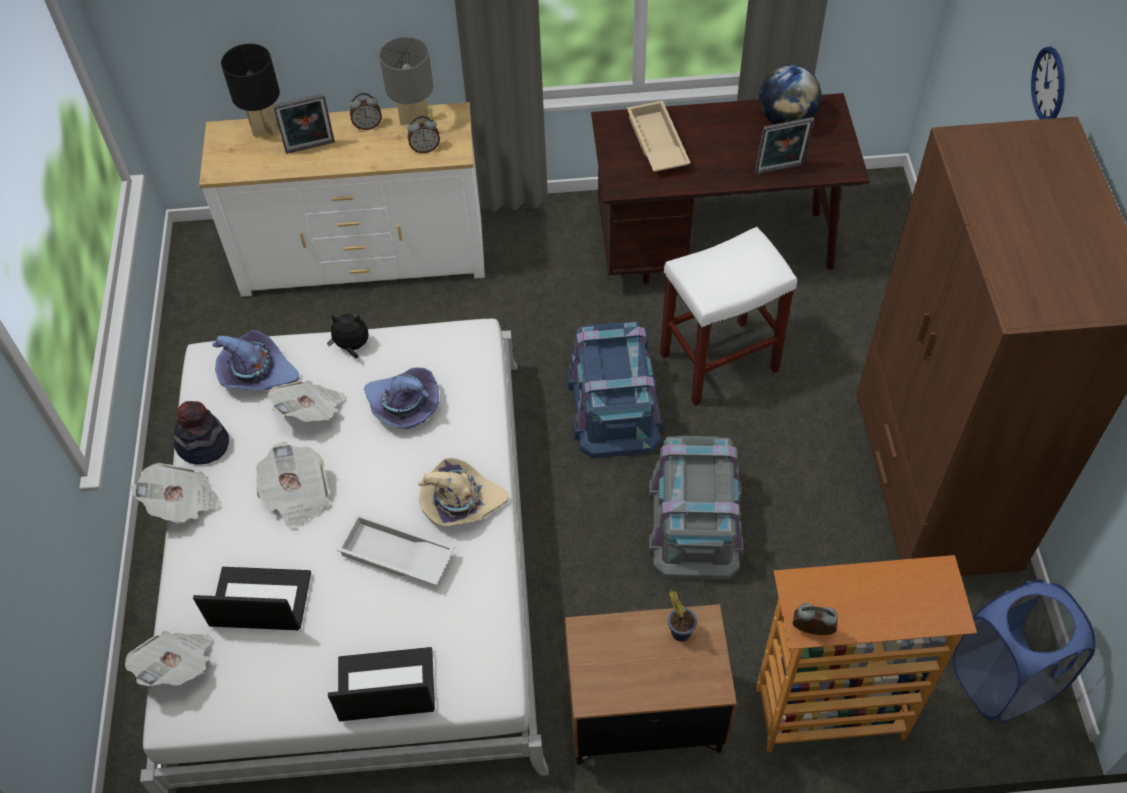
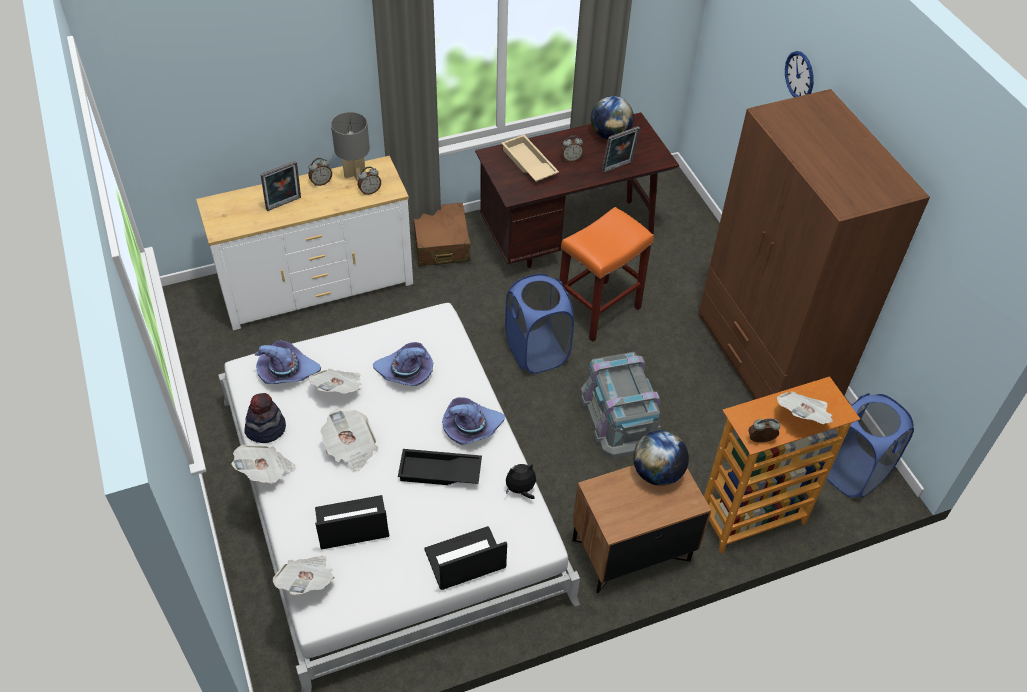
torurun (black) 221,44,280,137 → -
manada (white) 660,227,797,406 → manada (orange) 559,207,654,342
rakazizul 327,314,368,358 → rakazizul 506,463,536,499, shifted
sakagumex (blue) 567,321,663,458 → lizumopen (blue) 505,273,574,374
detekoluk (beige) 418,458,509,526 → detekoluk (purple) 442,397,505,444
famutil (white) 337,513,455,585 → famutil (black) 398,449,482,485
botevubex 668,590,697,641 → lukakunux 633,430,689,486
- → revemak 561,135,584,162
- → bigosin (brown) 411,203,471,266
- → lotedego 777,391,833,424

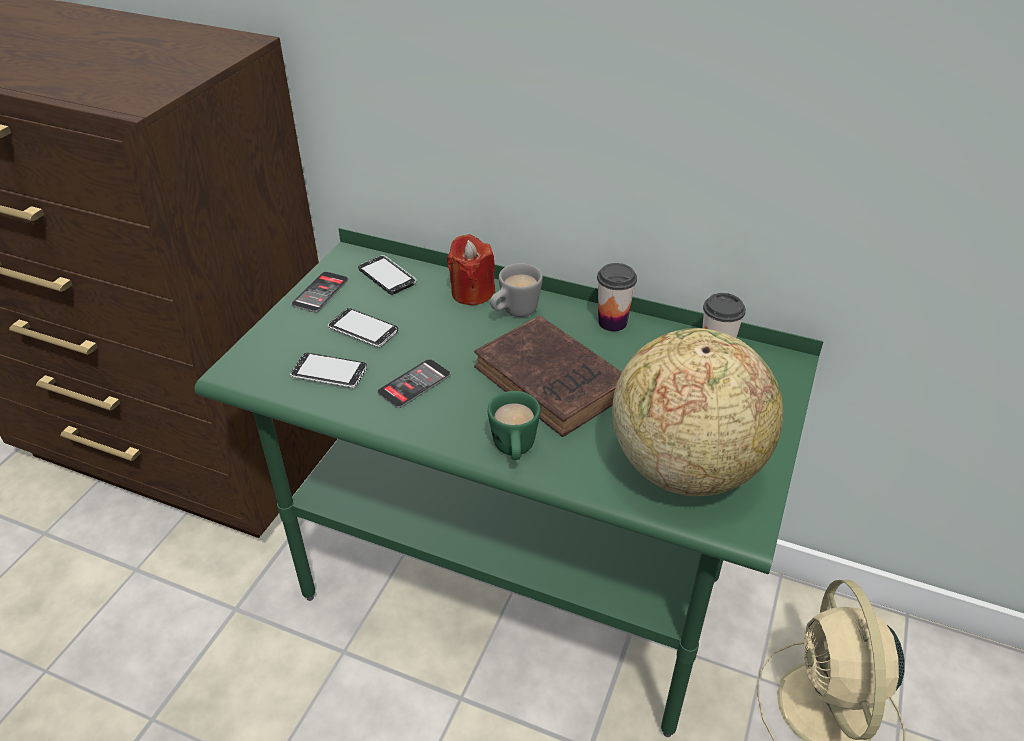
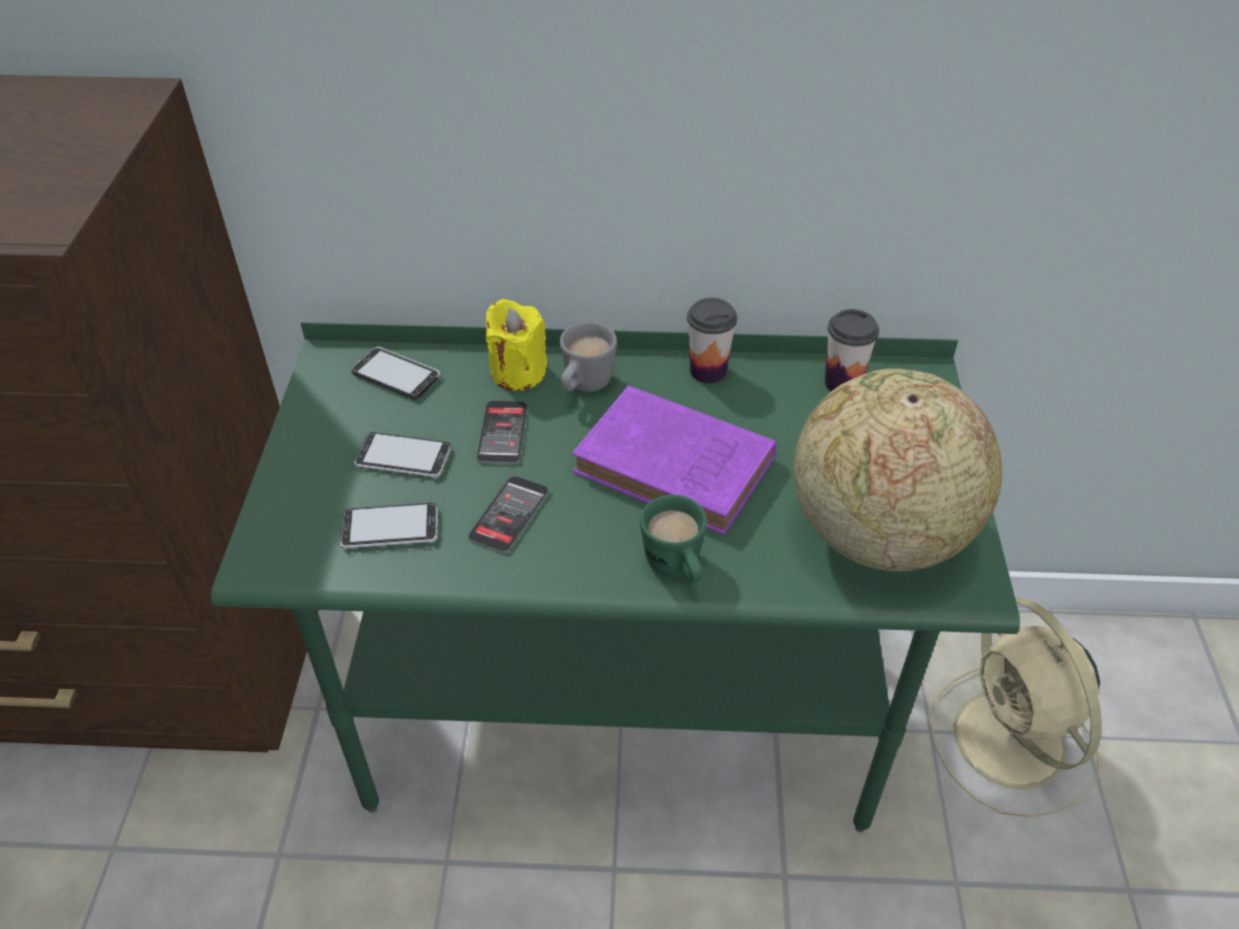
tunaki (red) 447,234,495,305 → tunaki (yellow) 486,299,547,390
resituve 291,272,348,313 → resituve 476,401,528,464, shifted
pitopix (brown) 474,316,622,437 → pitopix (purple) 572,386,777,535

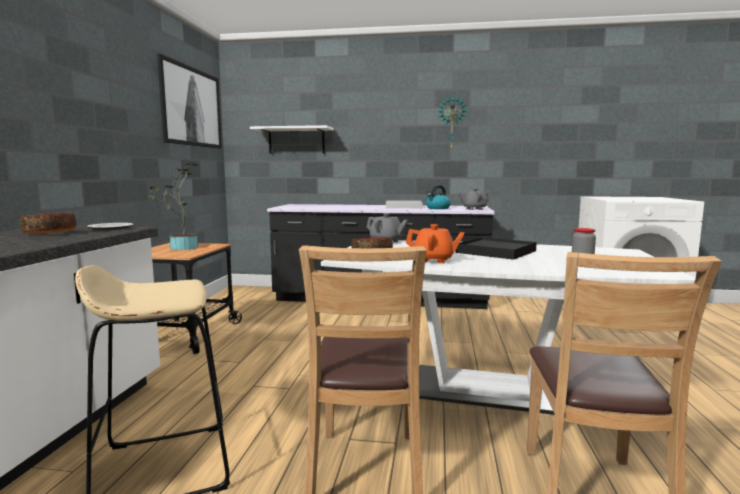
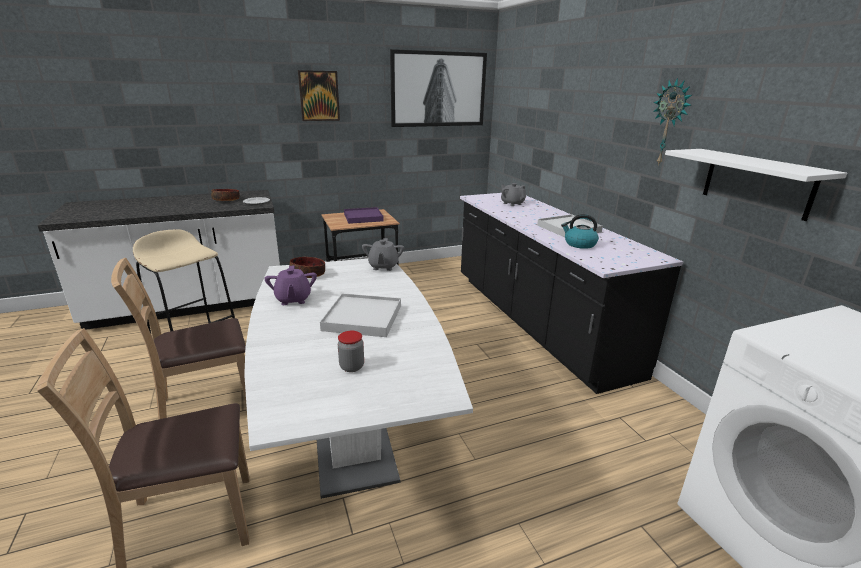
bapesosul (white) 250,125,333,154 → bapesosul (white) 665,149,847,221, shifted
botevubex 148,163,198,250 → famutil (purple) 344,207,384,224
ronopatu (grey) 459,188,491,210 → ronopatu (grey) 501,183,526,206, shifted
ronopatu (orange) 405,224,465,264 → ronopatu (purple) 264,266,317,305
famutil (black) 456,237,537,260 → famutil (white) 320,293,401,337
- → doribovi 298,70,340,121

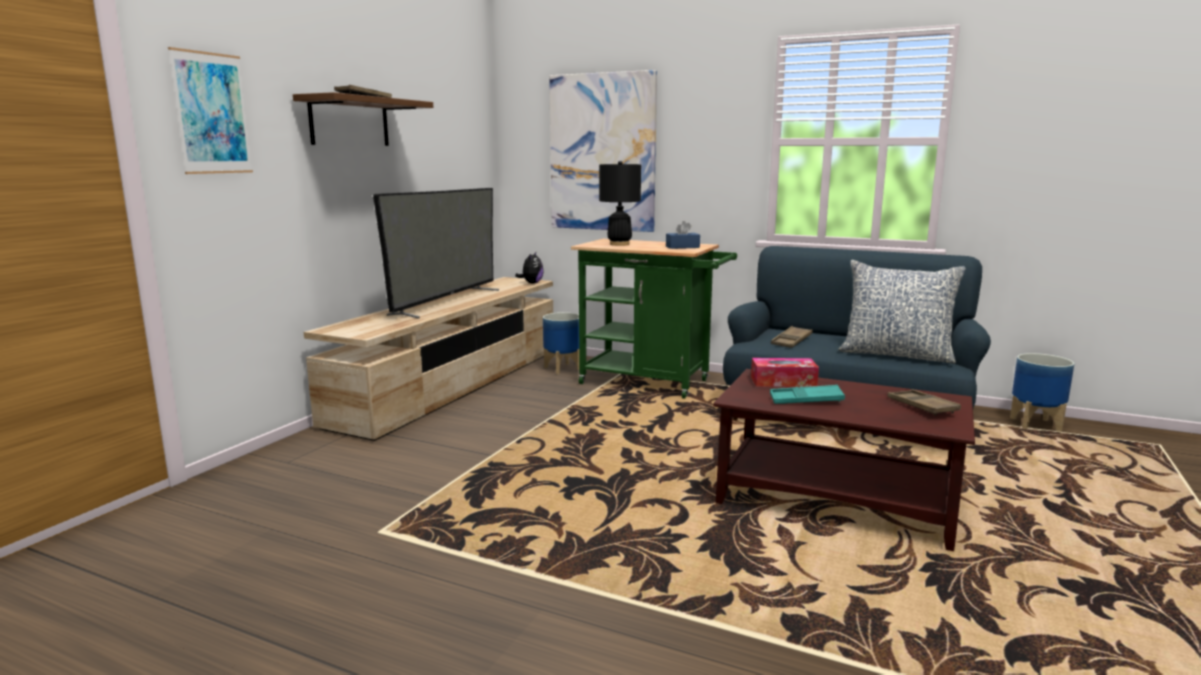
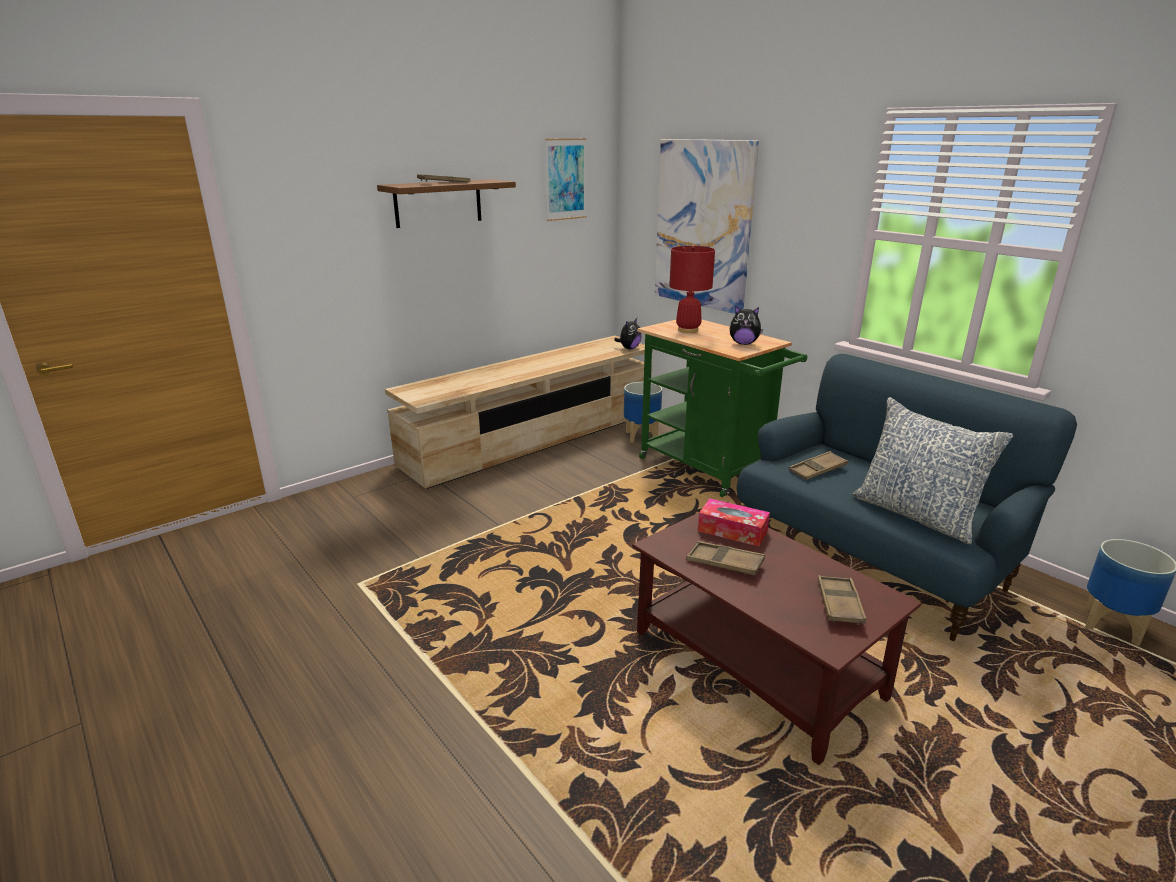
doribovi 168,47,253,174 → doribovi 545,138,586,221, shifted
torurun (black) 599,161,641,246 → torurun (red) 669,245,715,333
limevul 373,188,499,319 → -
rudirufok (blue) 666,221,700,249 → rakazizul 730,306,763,345
famutil (turquoise) 770,385,845,404 → famutil (brown) 686,541,765,575

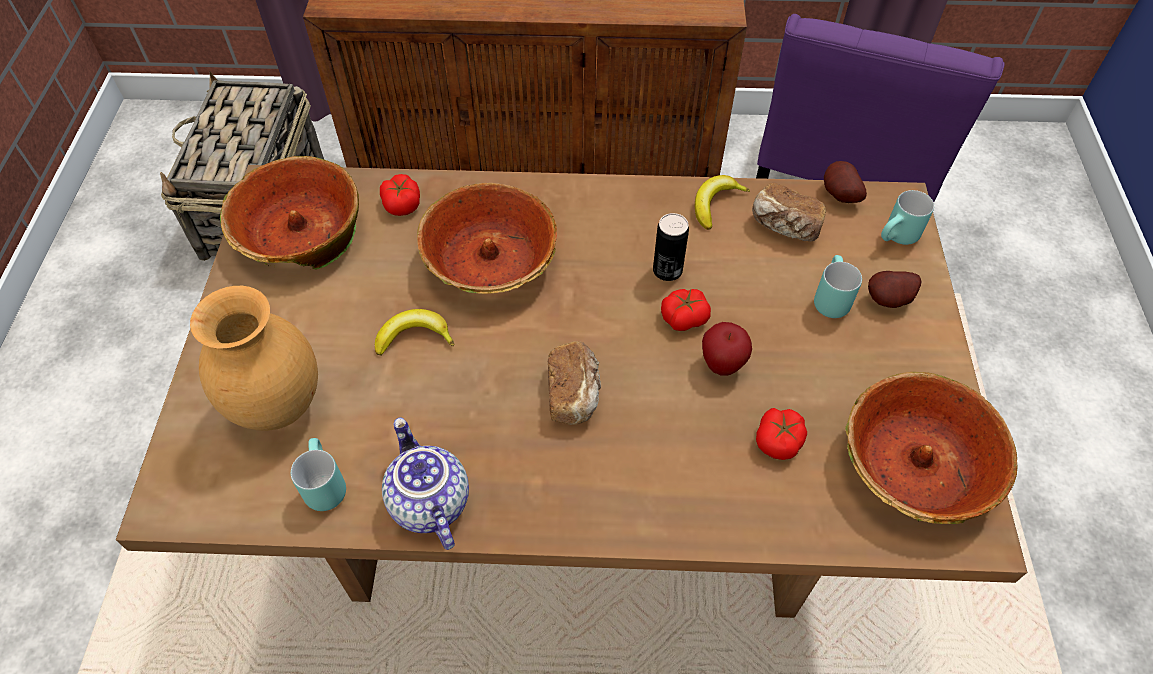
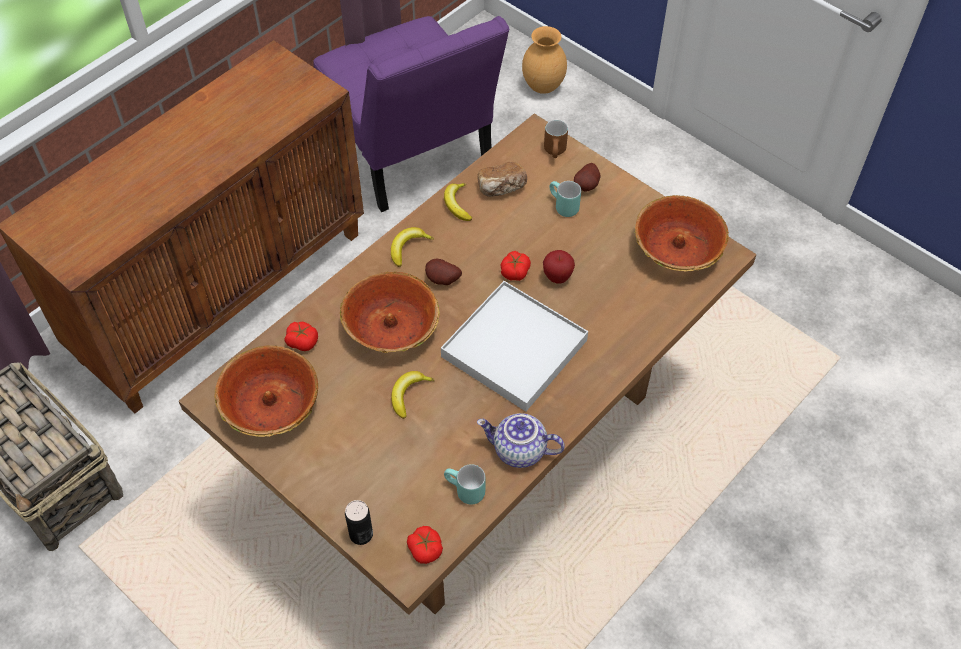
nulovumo 824,161,867,203 → nulovumo 425,259,462,285, shifted
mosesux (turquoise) 881,190,934,245 → mosesux (brown) 544,120,568,158
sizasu 653,213,689,281 → sizasu 345,500,373,545, shifted
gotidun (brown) 190,286,318,431 → gotidun (brown) 522,26,567,94, shifted
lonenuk 548,341,601,425 → famutil (white) 441,281,588,411
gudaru 756,408,807,460 → gudaru 407,526,443,564, shifted
- → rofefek 391,227,434,267

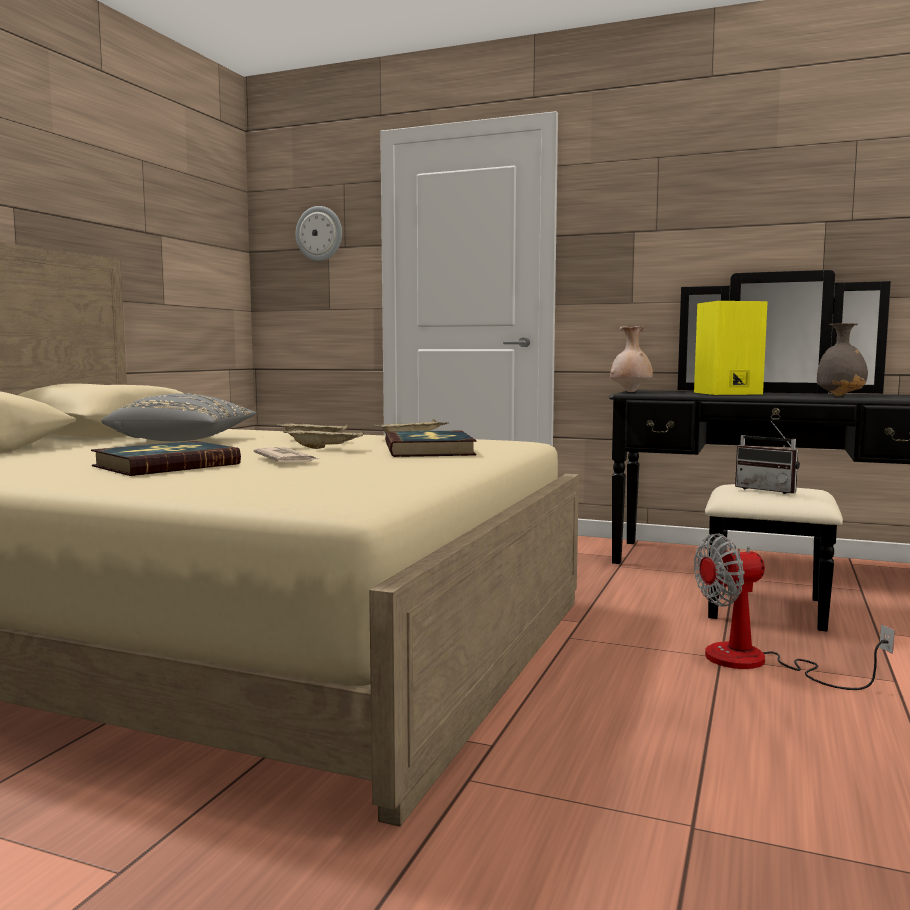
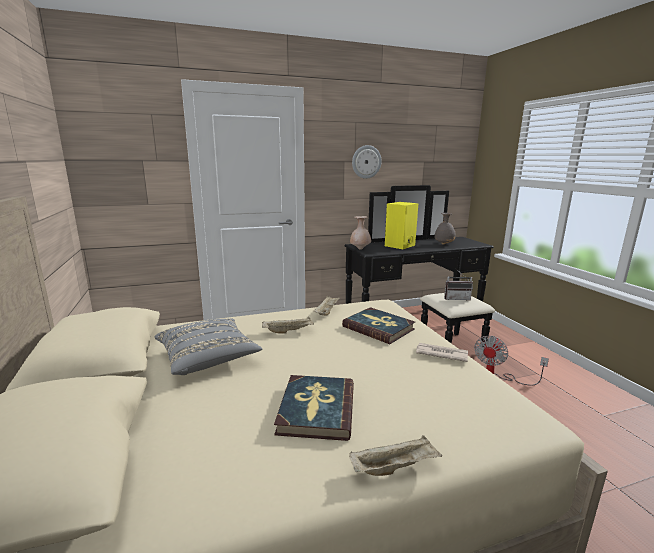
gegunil 296,206,342,261 → gegunil 352,145,382,179, shifted
famutil (beige) 283,429,365,449 → famutil (beige) 349,435,442,476, shifted
lotedego 254,447,319,462 → lotedego 416,343,468,362, shifted

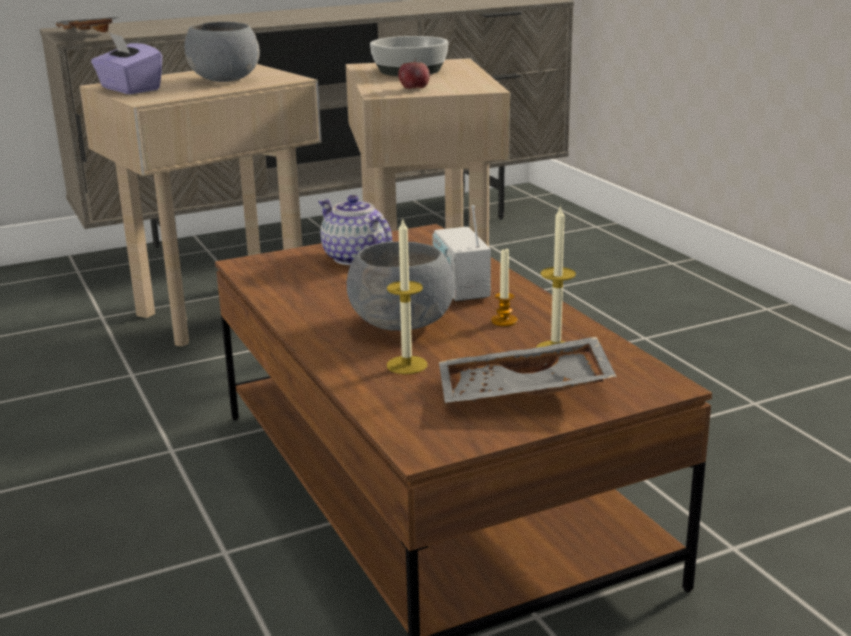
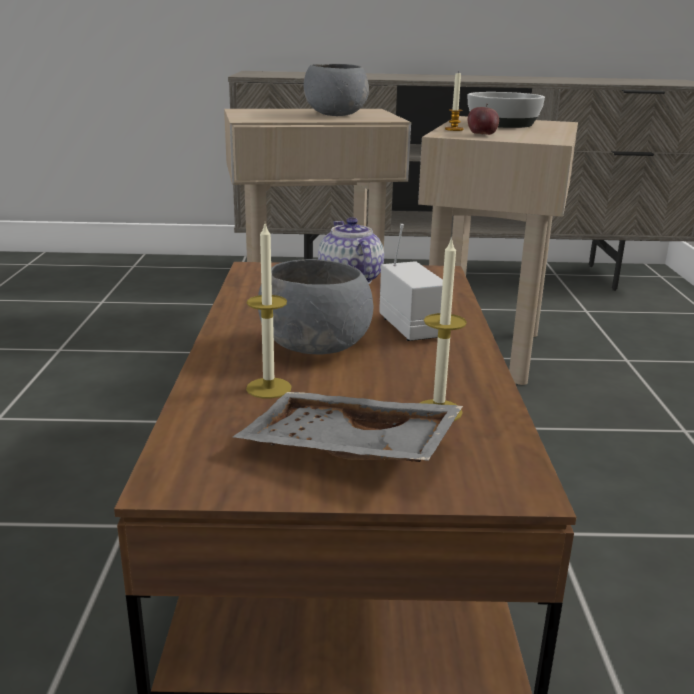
famutil (grey) 49,17,119,32 → -
rudirufok (purple) 91,32,162,94 → -
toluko 433,205,491,301 → toluko 379,224,443,341, 150 degrees clockwise
tunaki 491,249,518,327 → tunaki 445,73,464,131, shifted

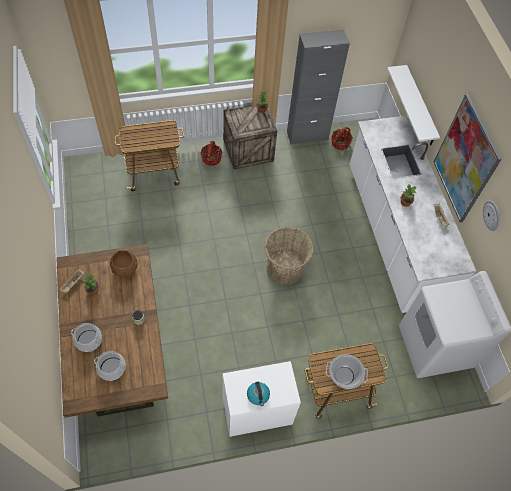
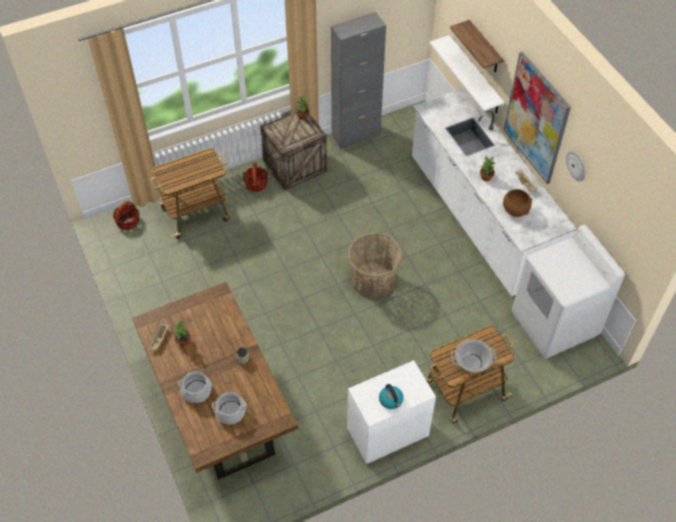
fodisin 331,127,353,150 → fodisin 113,201,139,230, shifted
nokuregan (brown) 110,250,137,277 → nokuregan (brown) 503,189,532,217, shifted
- → bapesosul 450,20,504,73

